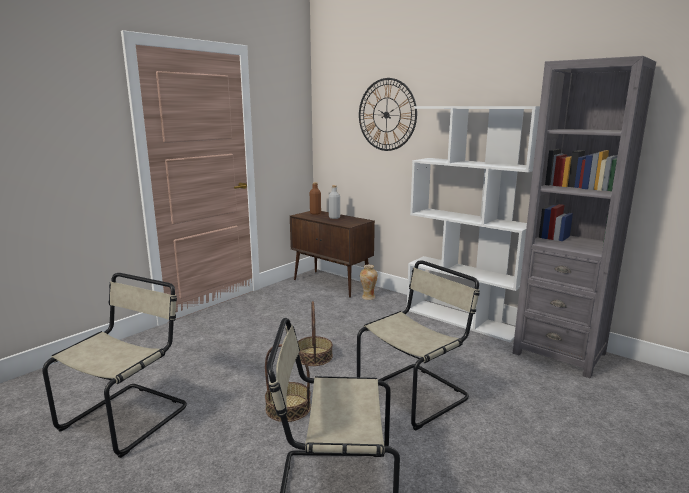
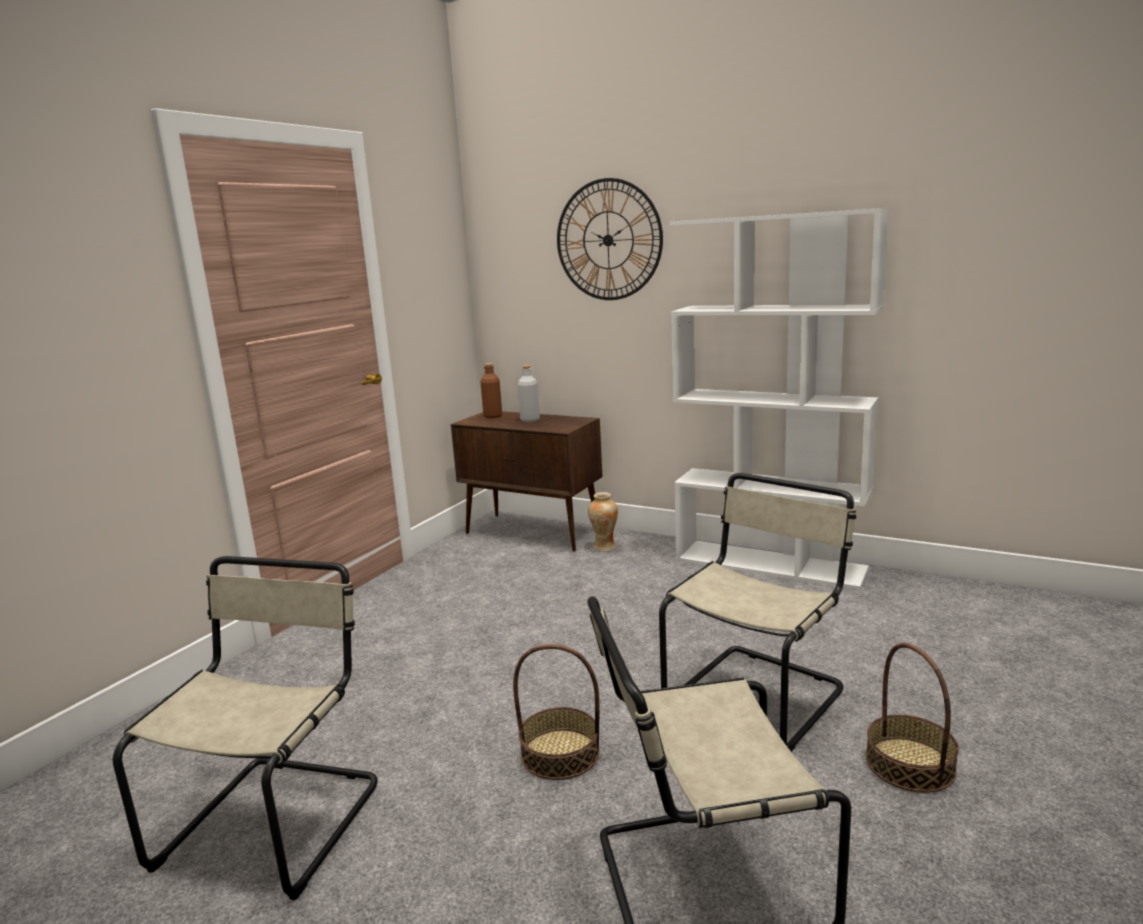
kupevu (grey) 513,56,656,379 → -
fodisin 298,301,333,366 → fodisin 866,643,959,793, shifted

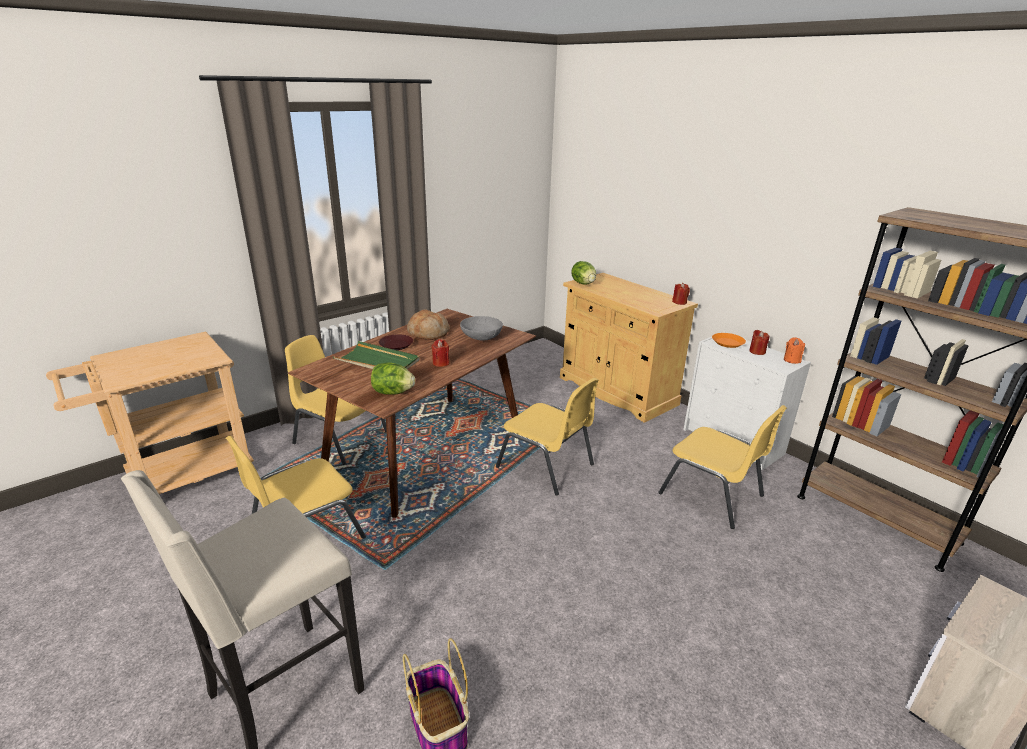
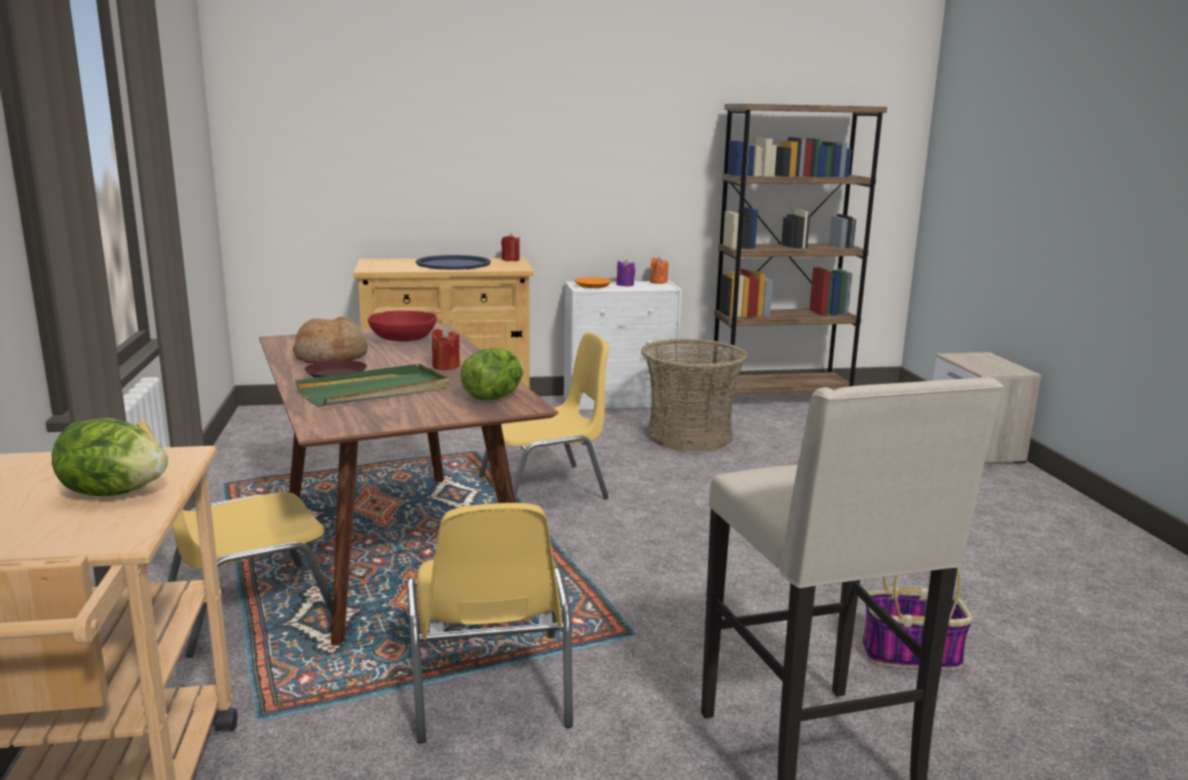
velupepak 571,261,596,285 → velupepak 52,418,168,496, shifted
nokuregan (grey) 460,316,503,341 → nokuregan (red) 368,311,437,342
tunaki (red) 749,330,770,355 → tunaki (purple) 616,259,635,286
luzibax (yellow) 658,405,787,529 → fodisin 641,339,748,451
- → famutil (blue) 416,255,491,270

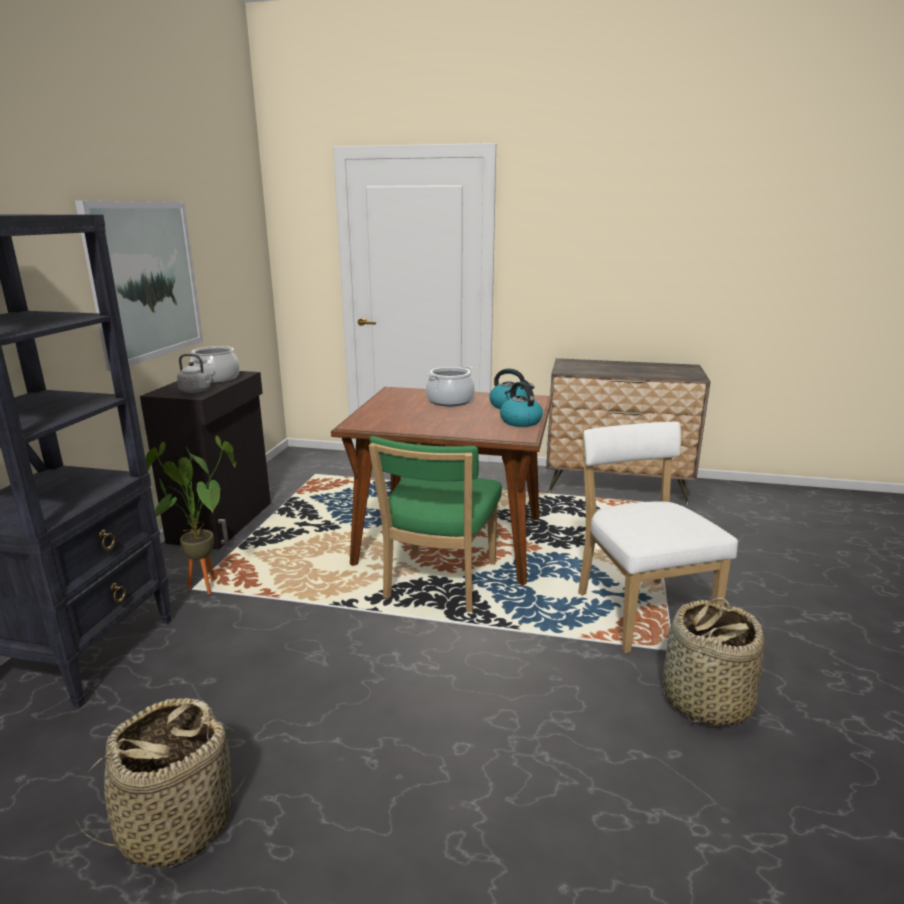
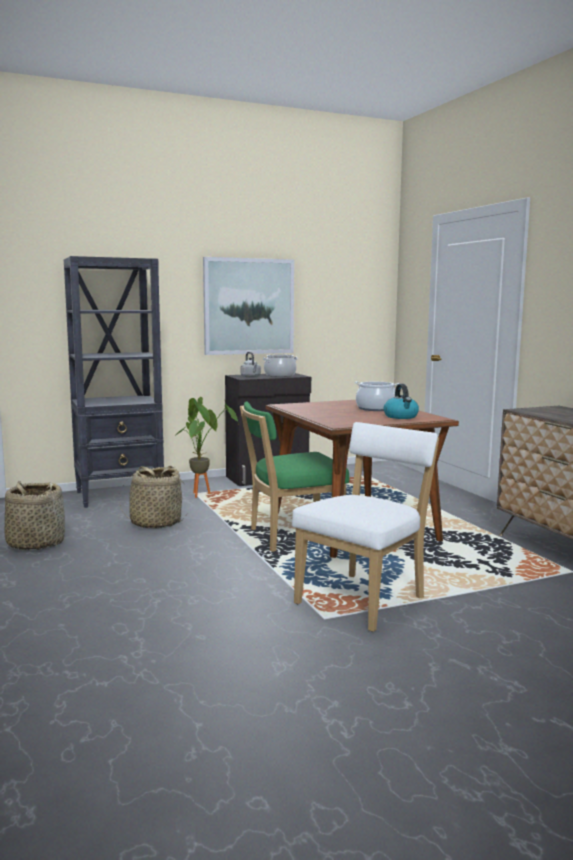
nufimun 500,382,543,427 → -
fodisin 663,597,764,727 → fodisin 119,466,188,529, shifted

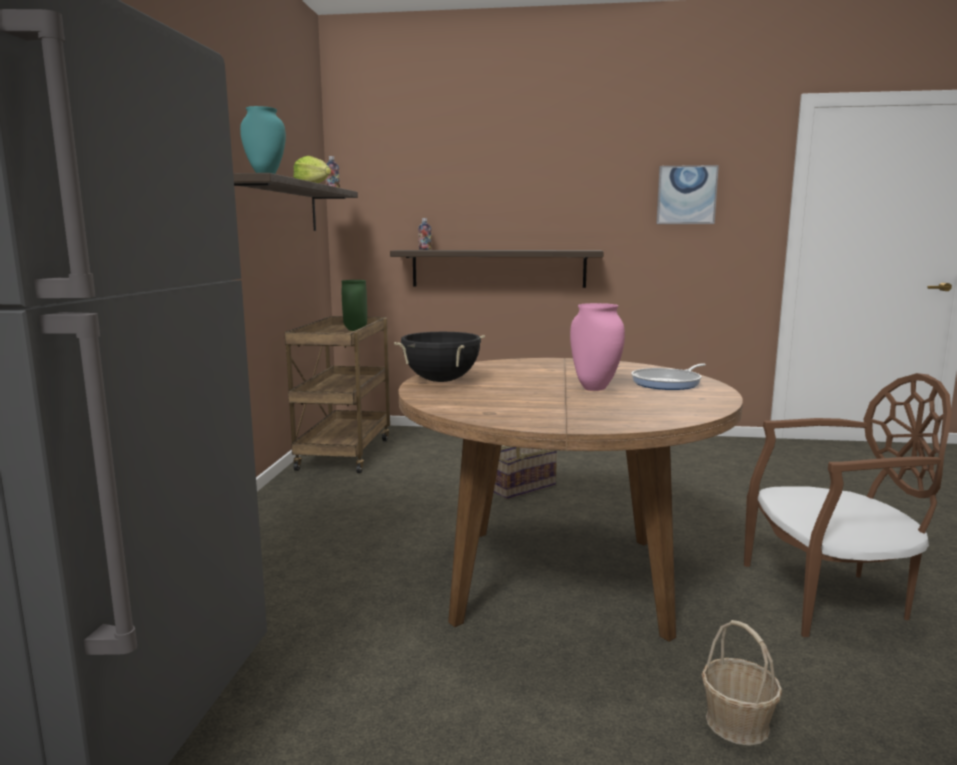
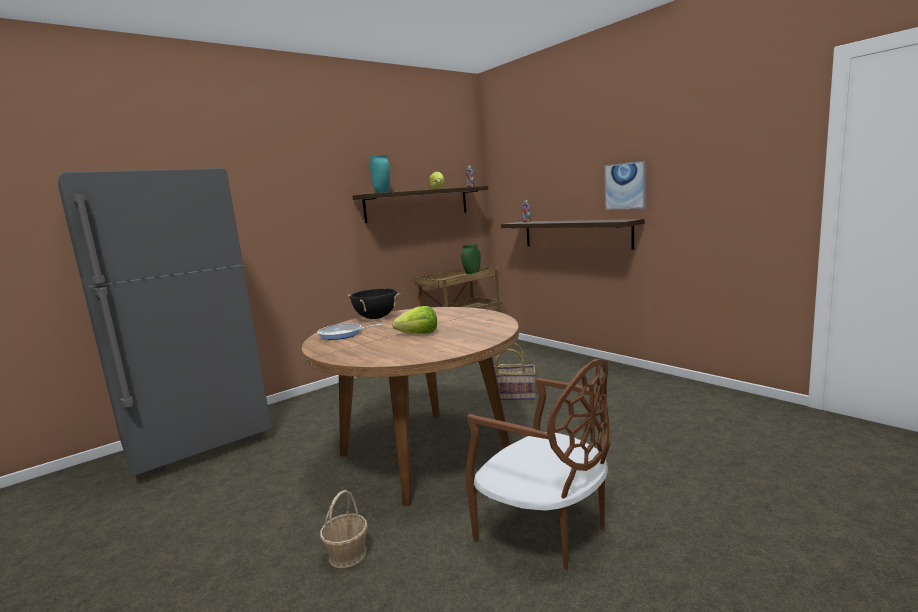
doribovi 656,165,719,224 → doribovi 604,161,646,210, shifted
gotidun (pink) 570,303,625,391 → velupepak 392,306,437,334
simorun 632,363,706,390 → simorun 317,323,383,340, shifted

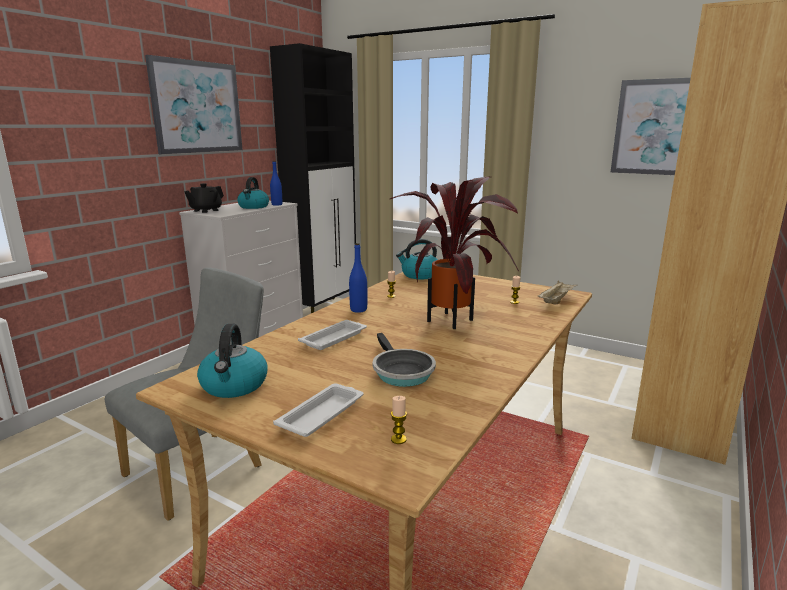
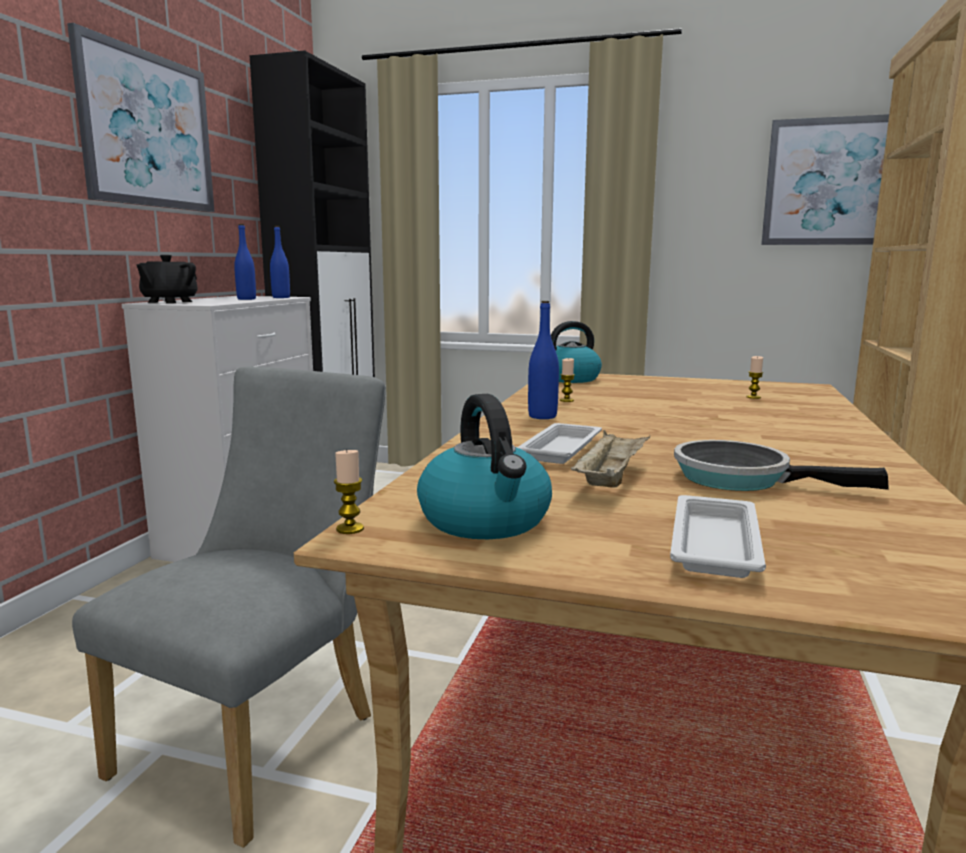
nufimun 237,177,269,209 → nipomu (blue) 234,224,256,300
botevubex 390,177,519,329 → -
famutil (beige) 537,280,578,304 → famutil (beige) 571,430,650,488, shifted
simorun 373,333,436,387 → simorun 674,440,889,491, 150 degrees clockwise
tunaki 391,396,407,444 → tunaki 334,449,364,534, shifted

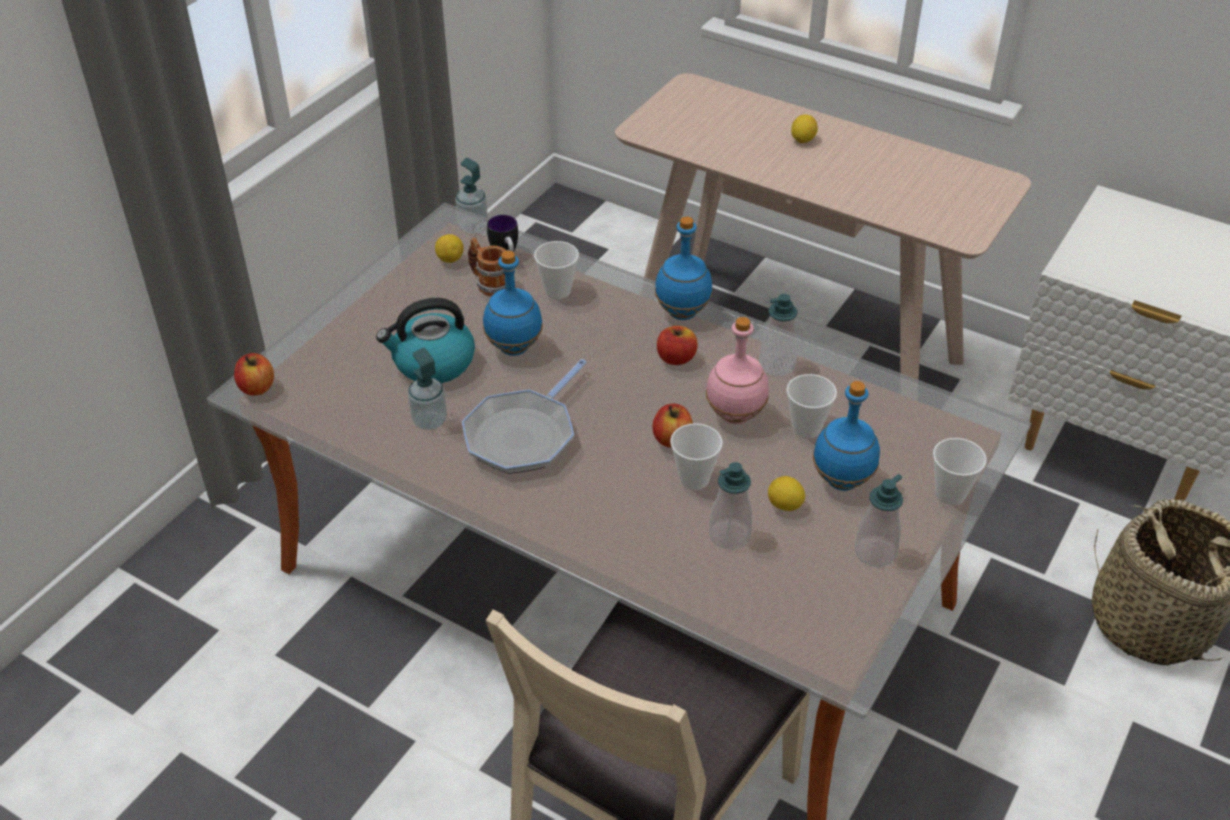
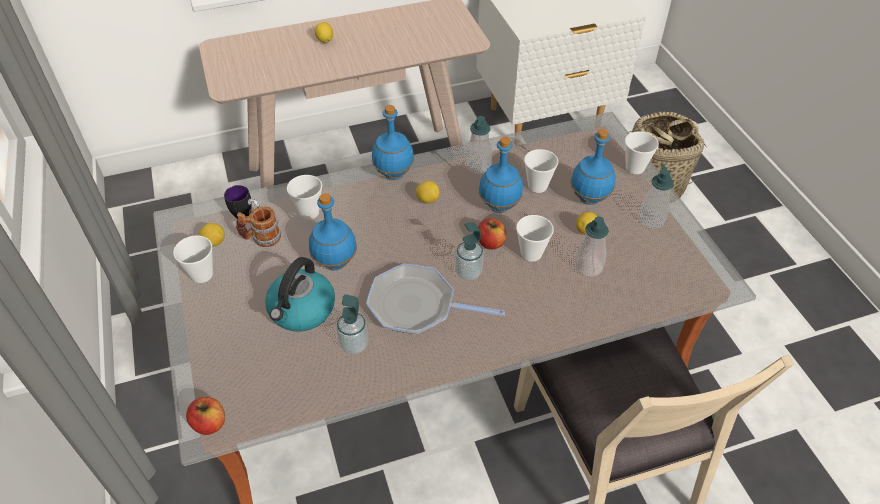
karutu 455,158,488,233 → karutu 455,222,484,281, shifted
nipomu (pink) 706,317,769,424 → nipomu (blue) 479,137,523,213
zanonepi 657,326,698,365 → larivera 416,181,440,203
simorun 462,359,587,474 → simorun 366,263,505,334, 120 degrees clockwise
- → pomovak 173,235,213,283

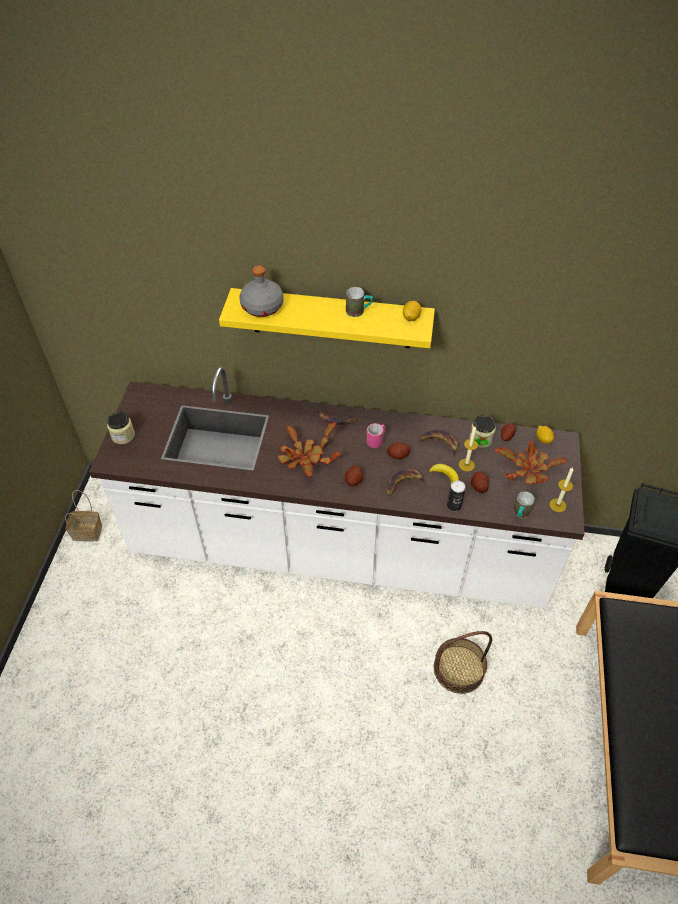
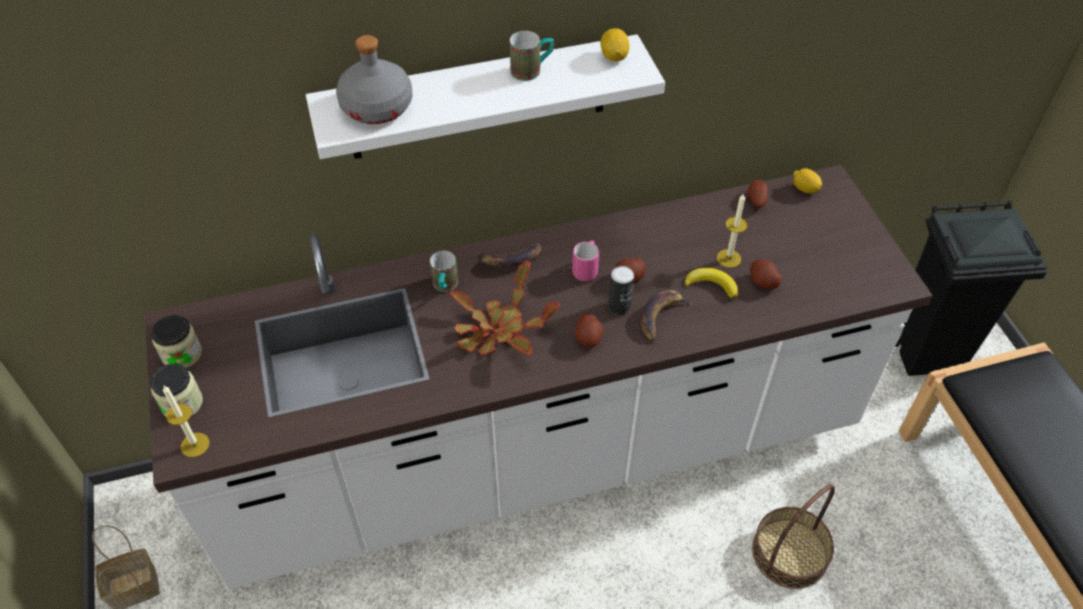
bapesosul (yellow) 219,288,435,348 → bapesosul (white) 306,34,665,159
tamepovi 469,415,496,448 → tamepovi 151,315,202,368, shifted
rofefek 419,430,458,458 → -
botevubex 495,441,567,485 → -
tunaki 549,467,574,512 → tunaki 163,386,210,457, shifted
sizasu 447,480,466,511 → sizasu 608,266,634,315, shifted
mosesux 513,491,535,518 → mosesux 430,251,458,292, shifted

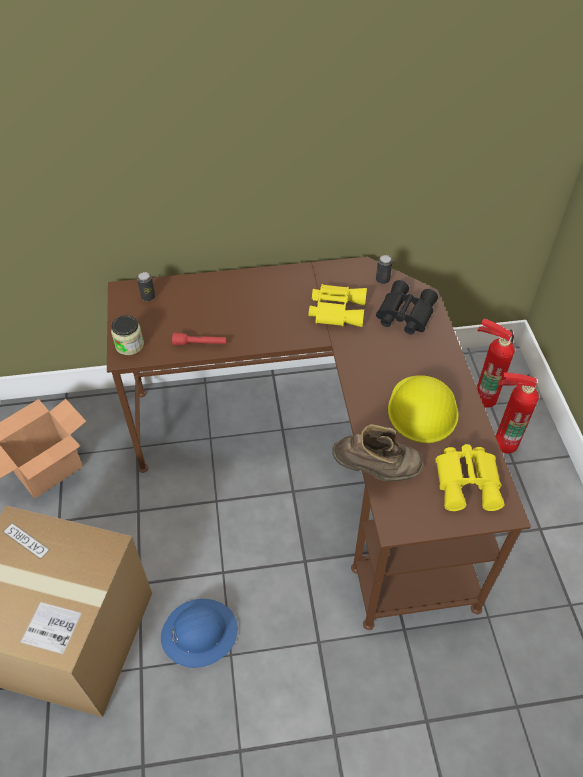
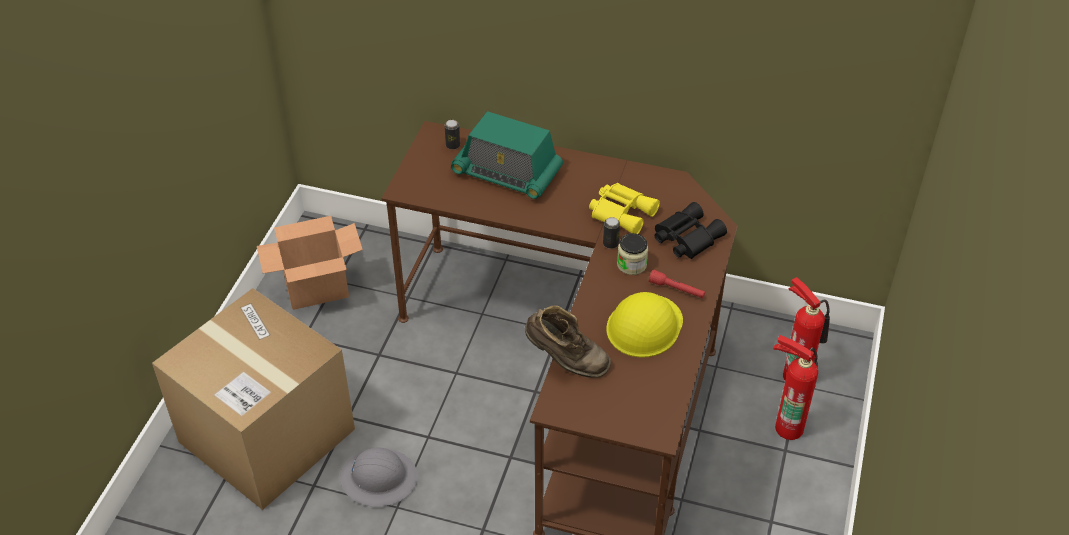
sizasu 376,255,393,284 → sizasu 603,217,620,249, shifted
tamepovi 111,315,144,355 → tamepovi 617,233,648,275, shifted
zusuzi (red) 172,333,227,345 → zusuzi (red) 649,269,705,298, shifted
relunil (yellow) 435,444,505,511 → -
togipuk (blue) 161,599,238,668 → togipuk (grey) 340,447,418,507
- → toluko 451,111,563,199

